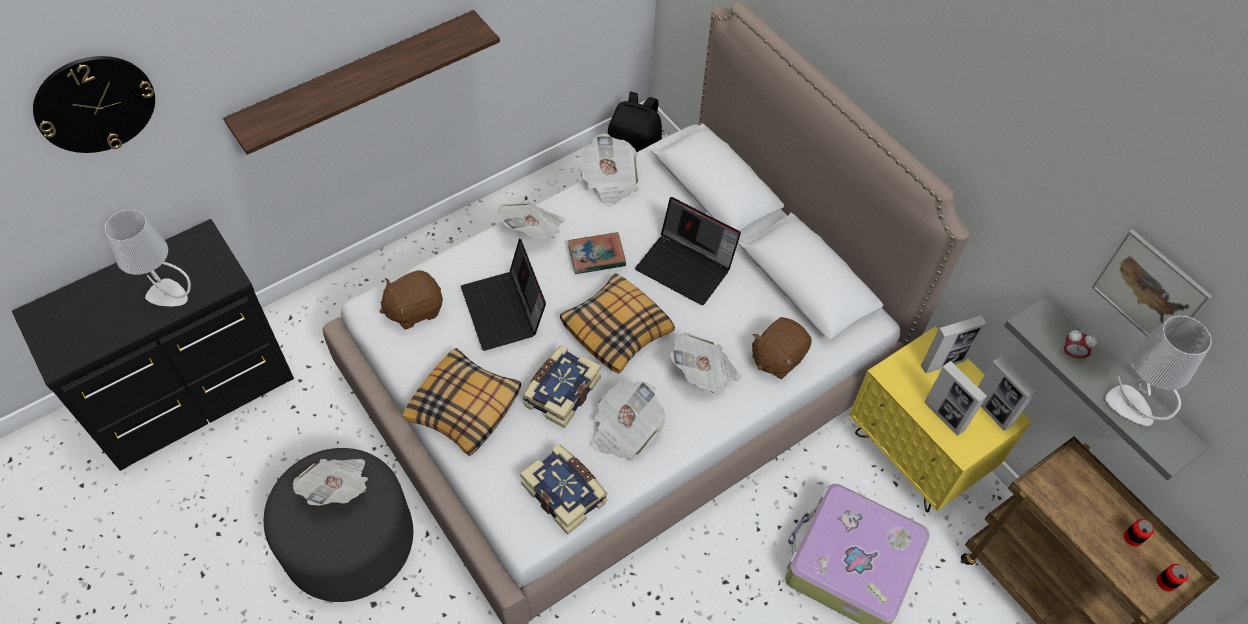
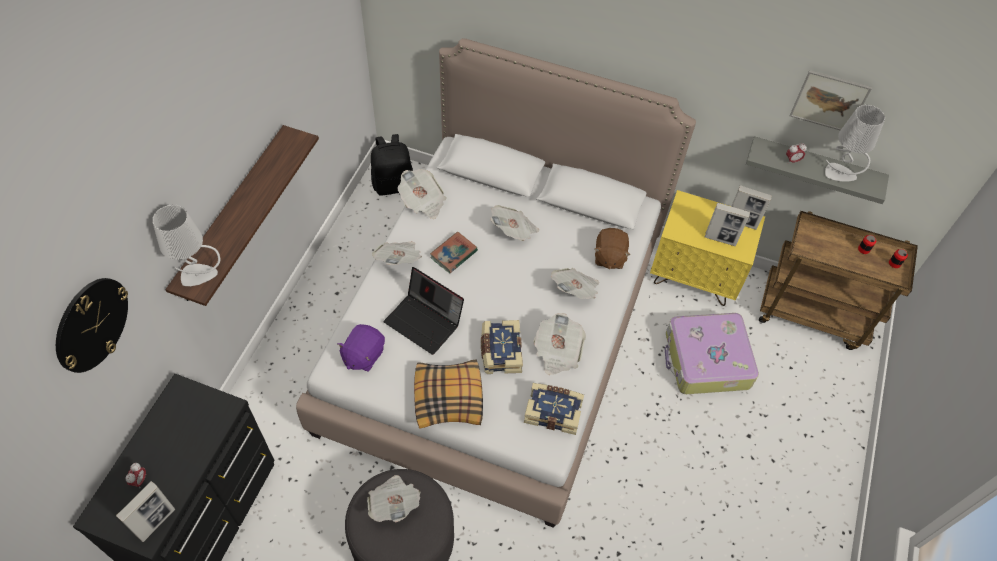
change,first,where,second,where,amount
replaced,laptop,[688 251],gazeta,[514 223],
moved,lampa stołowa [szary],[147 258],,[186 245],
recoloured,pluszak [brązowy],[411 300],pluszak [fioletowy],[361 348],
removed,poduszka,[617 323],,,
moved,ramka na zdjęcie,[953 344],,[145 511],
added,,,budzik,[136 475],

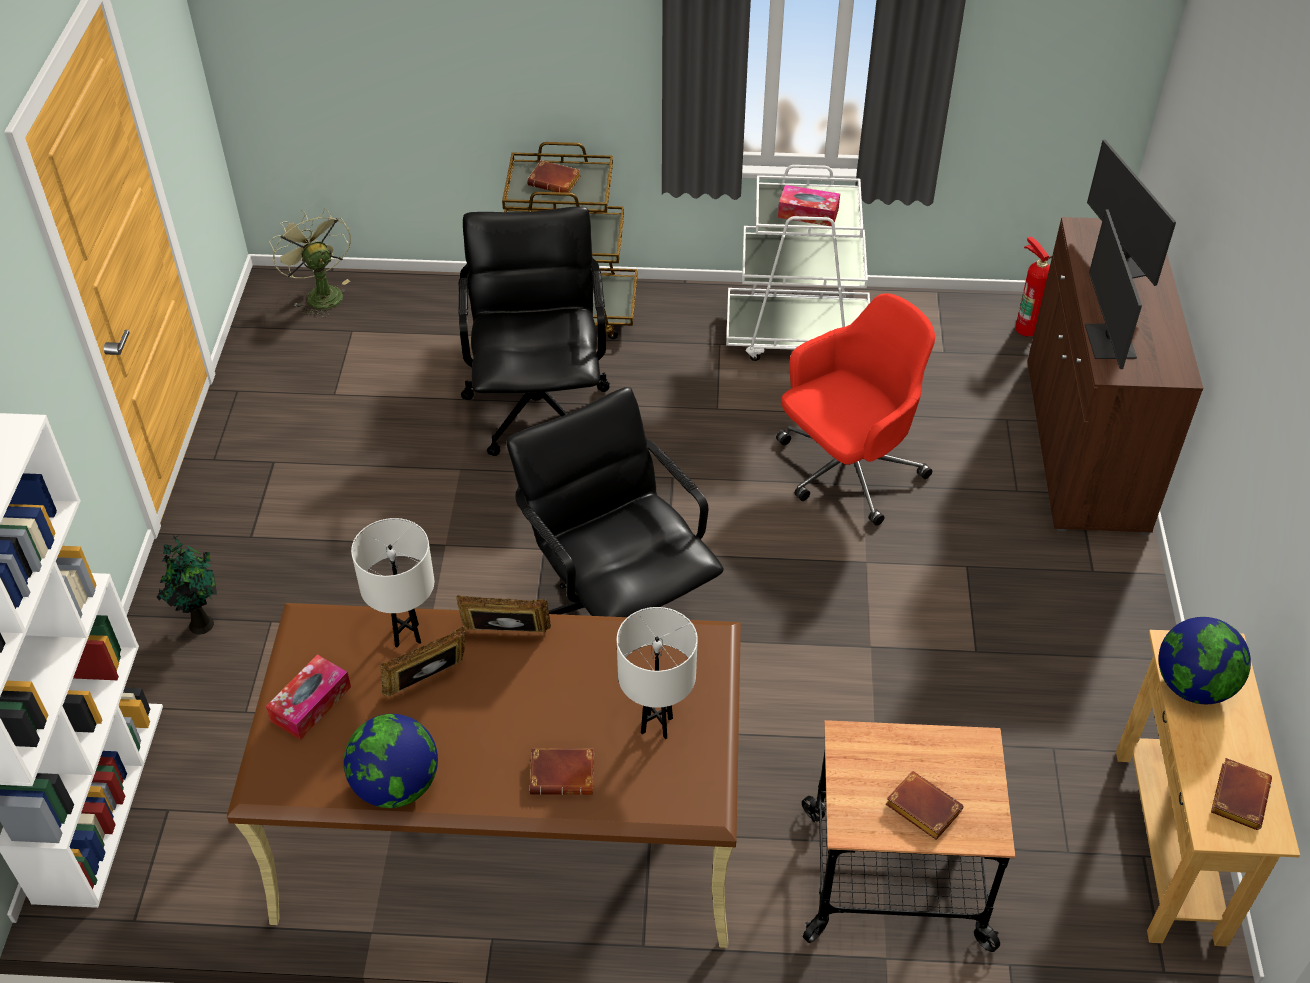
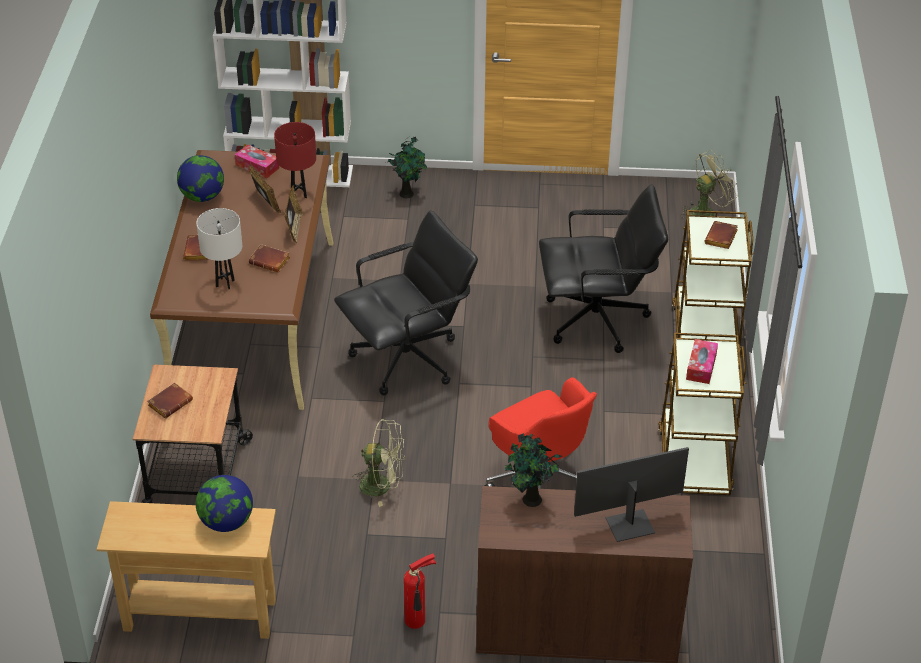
change,first,where,second,where,amount
recoloured,wózek [biały],[798 263],wózek [brązowy],[702 414],
replaced,monitor,[1113 289],roślina doniczkowa,[533 470],
moved,gaśnica,[1033 286],,[420 591],
recoloured,lampa stołowa [biały],[392 583],lampa stołowa [czerwony],[295 160],
moved,książka [brązowy],[1241 794],,[269 258],
added,,,wentylator [zielony],[378 463],

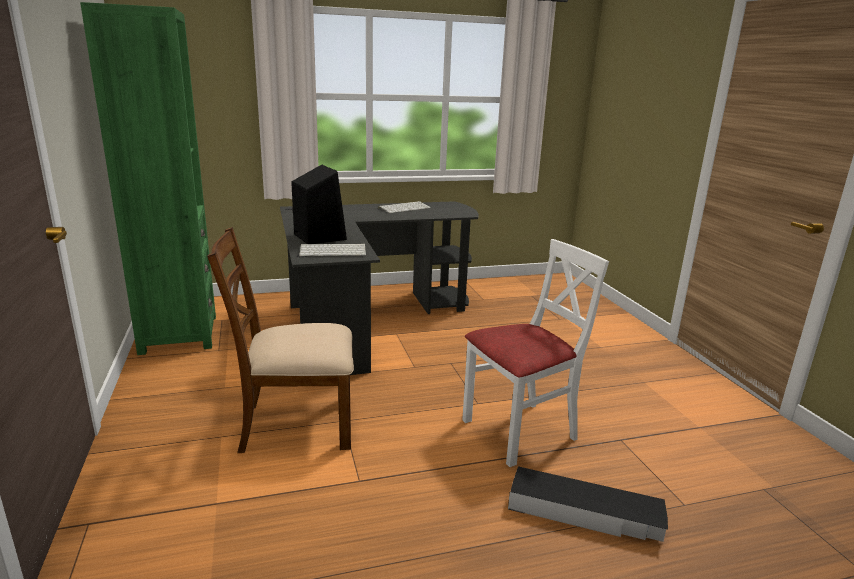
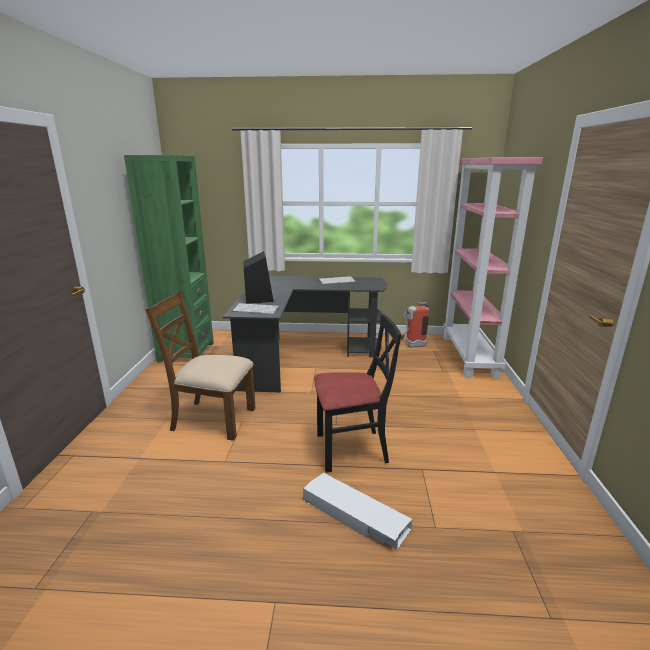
change,first,where,second,where,amount
recoloured,krzesło [biały],[535 353],krzesło [czarny],[357 393],
recoloured,pojemnik do przechowywania [czarny],[588 504],pojemnik do przechowywania [biały],[357 511],
added,,,regał [różowy],[493 267],
added,,,gaśnica,[415 325],

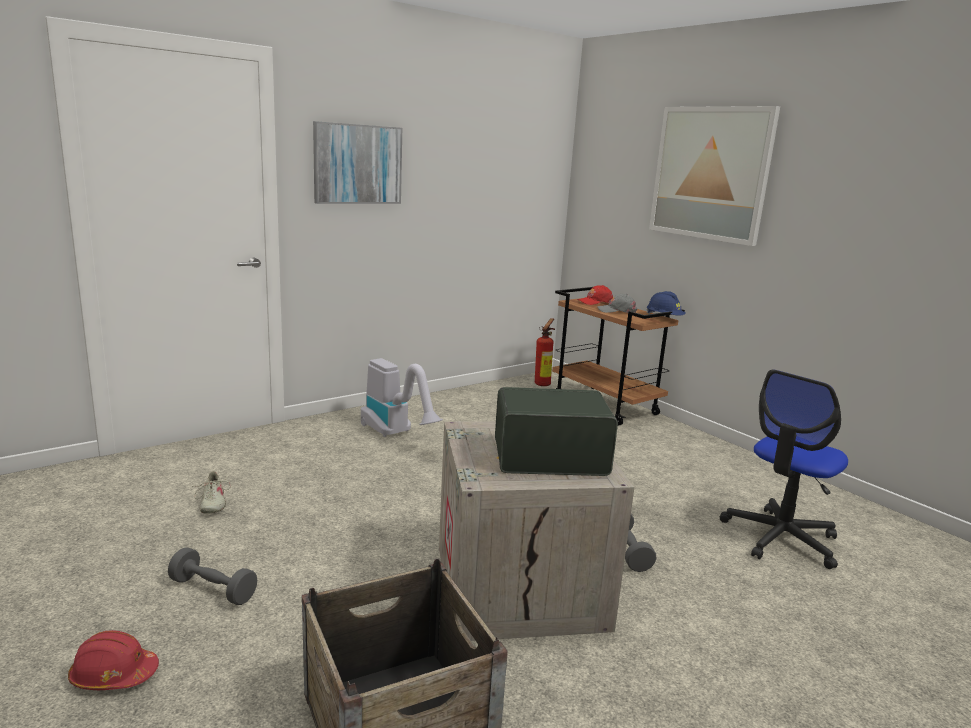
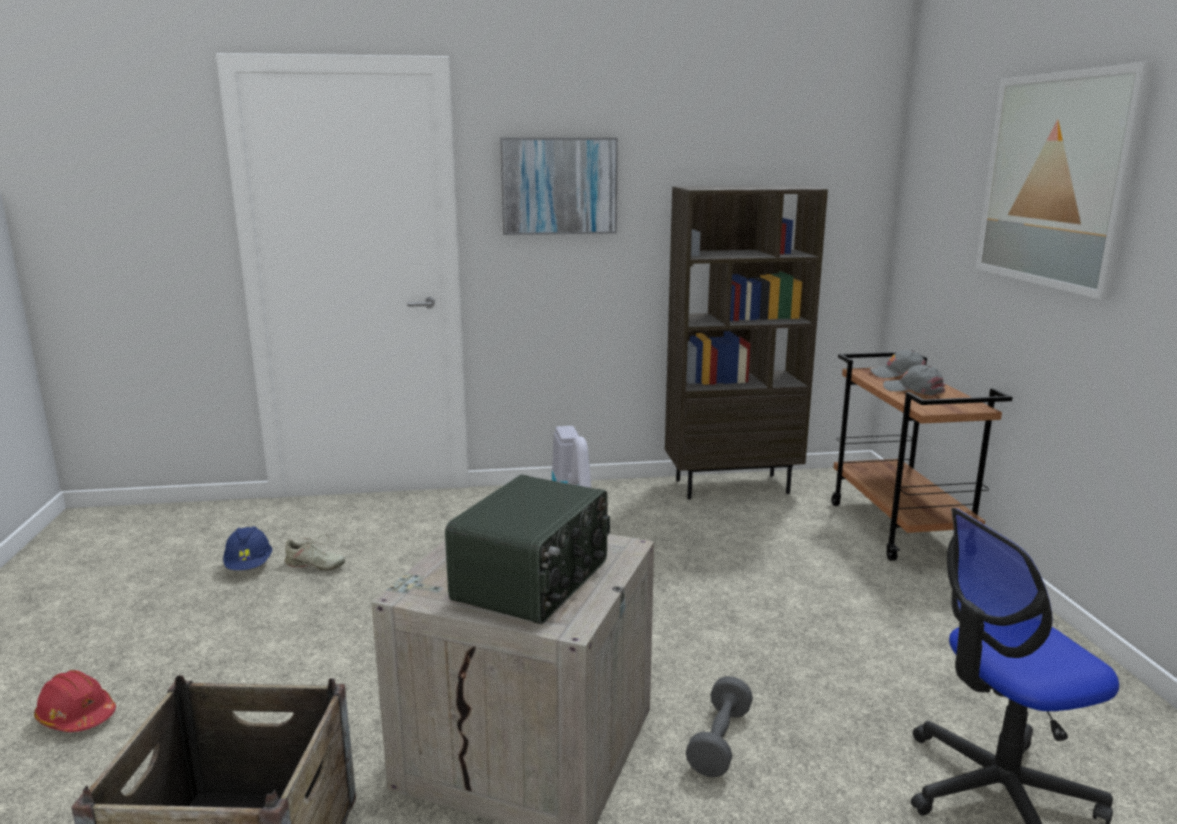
change,first,where,second,where,amount
recoloured,czapka z daszkiem [czerwony],[595 295],czapka z daszkiem [szary],[898 364],
moved,kask [niebieski],[666 303],,[247 548],
removed,gaśnica,[545 352],,,
turned,radio,[556 431],,[527 549],90 degrees clockwise
turned,but [beżowy],[211 492],,[315 552],90 degrees counterclockwise
removed,hantel [szary],[212 576],,,
added,,,regał [brązowy],[746 343],

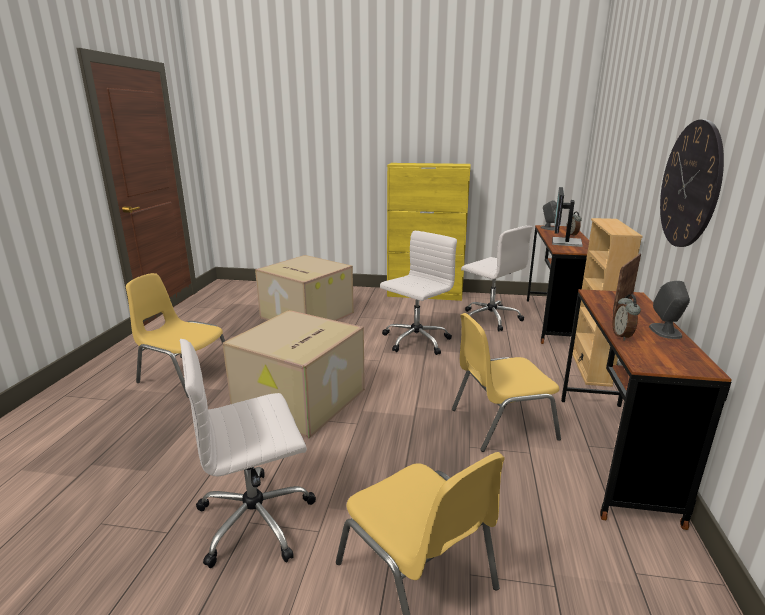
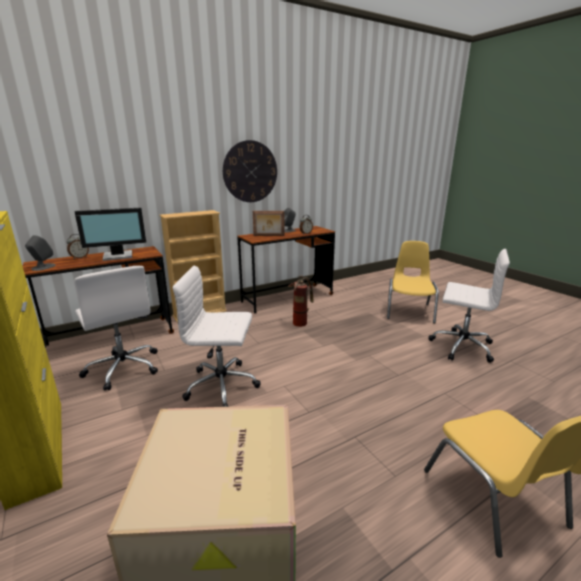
change,first,where,second,where,amount
turned,krzesło biurowe [biały],[496 278],,[116 328],135 degrees clockwise
removed,karton,[293 374],,,
replaced,krzesło [żółty],[506 382],gaśnica,[301 301],

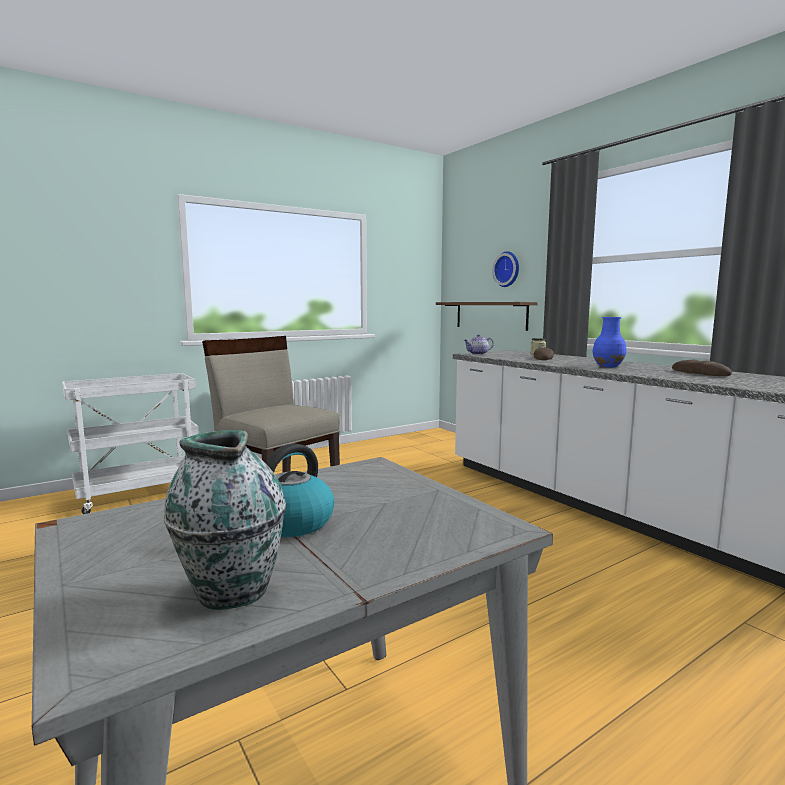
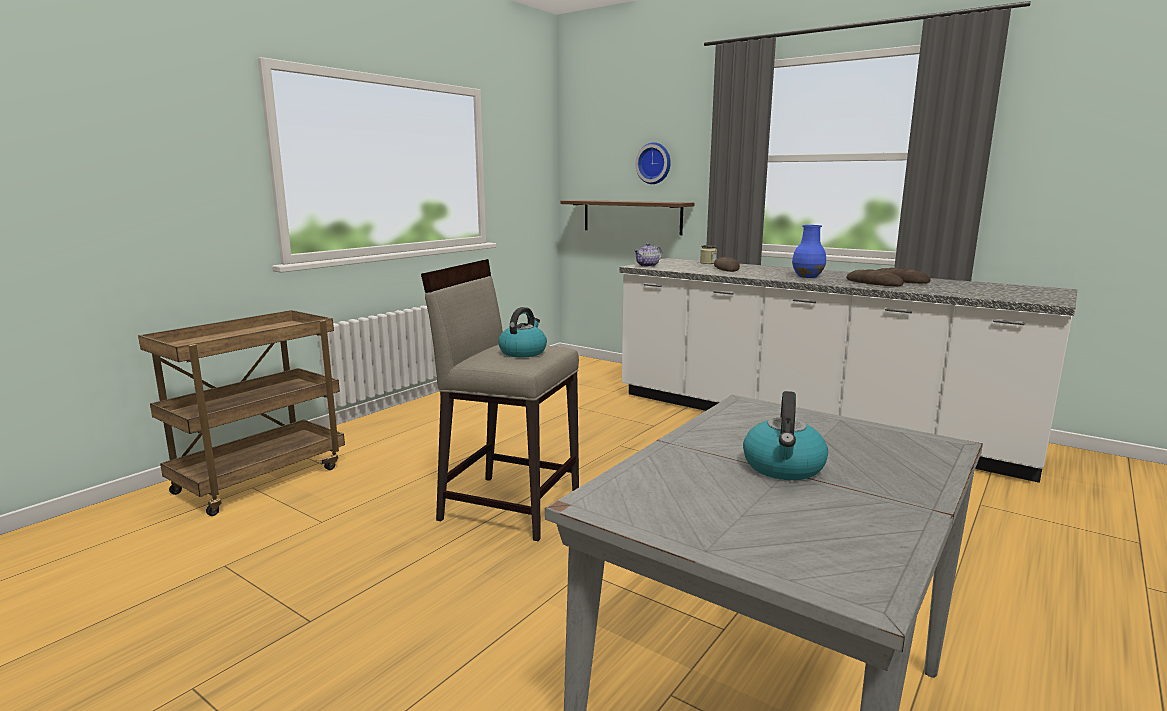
change,first,where,second,where,amount
recoloured,wózek [biały],[130 443],wózek [brązowy],[241 413],
removed,wazon,[225 520],,,
added,,,chleb,[875 277],
added,,,czajnik,[522 332],

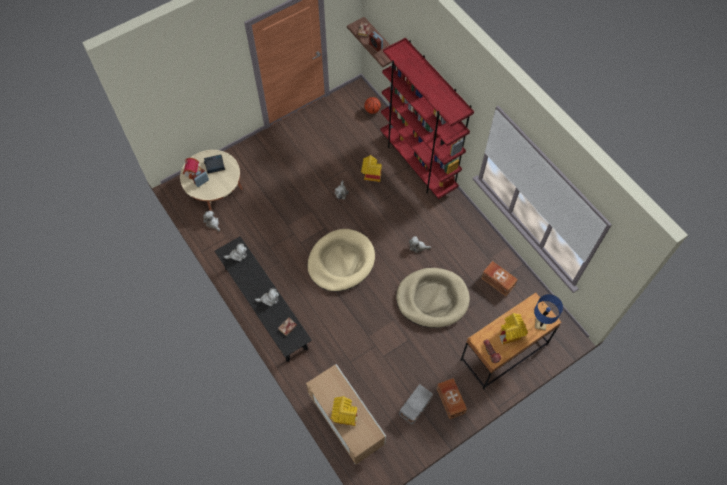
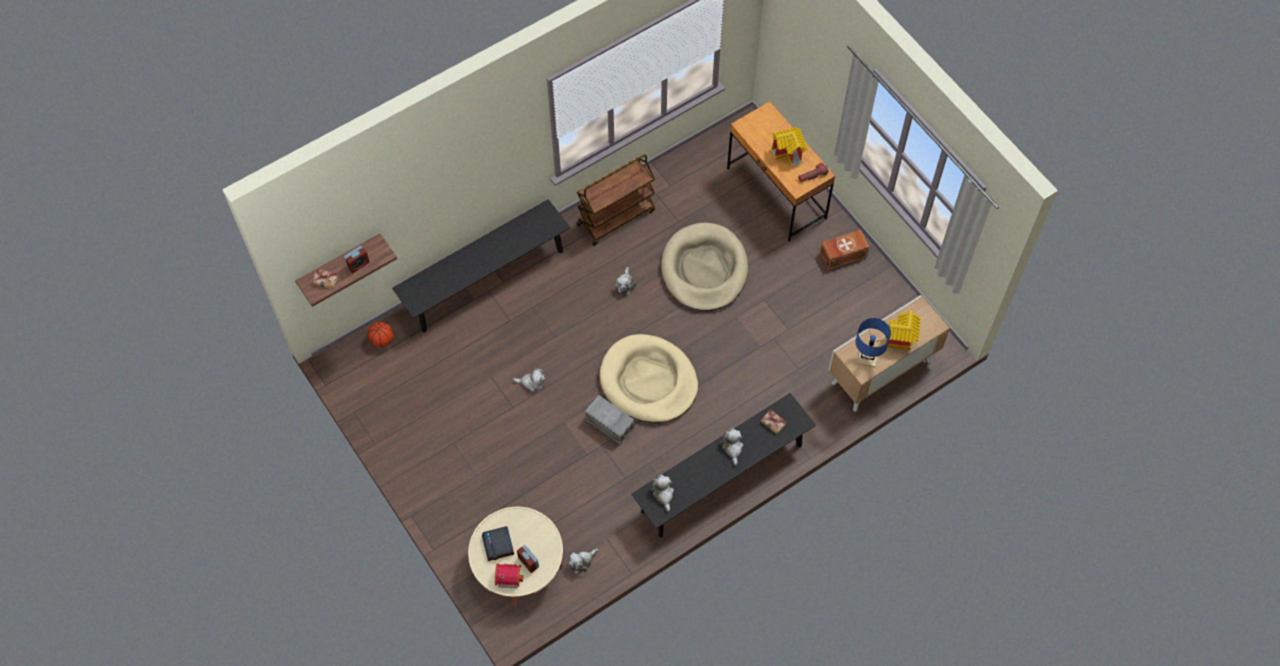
change,first,where,second,where,amount
replaced,regał [czerwony],[427 118],ławka [czarny],[481 265],
removed,domek,[371 168],,,
removed,pojemnik do przechowywania [brązowy],[499 278],,,
moved,lampa stołowa [niebieski],[548 312],,[873 342],
moved,pojemnik do przechowywania [szary],[416 404],,[609 420],
added,,,wózek [brązowy],[616 200],

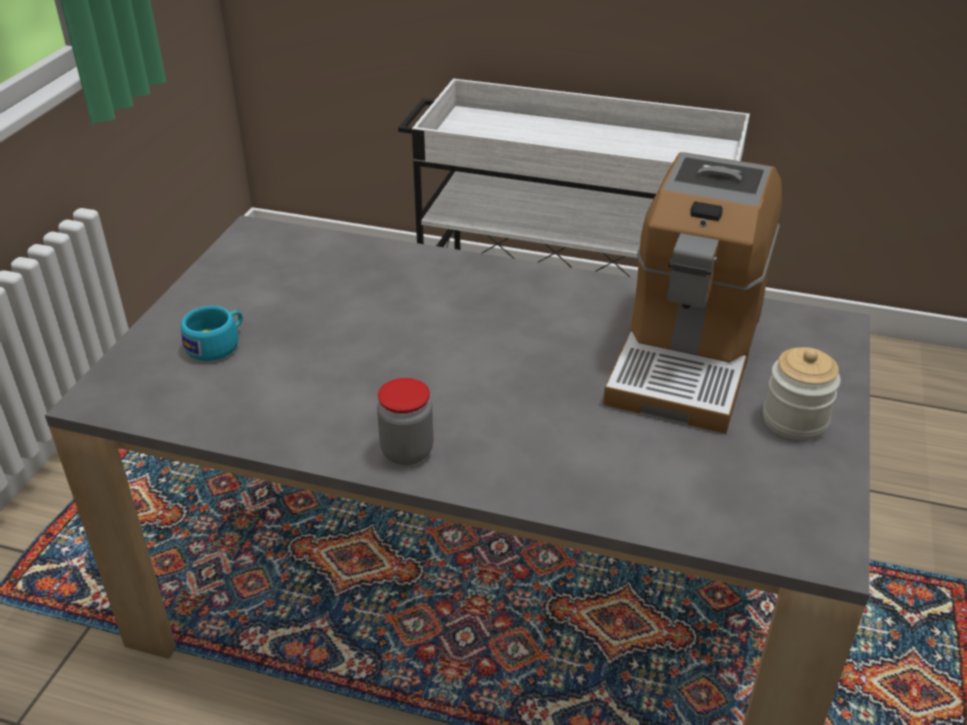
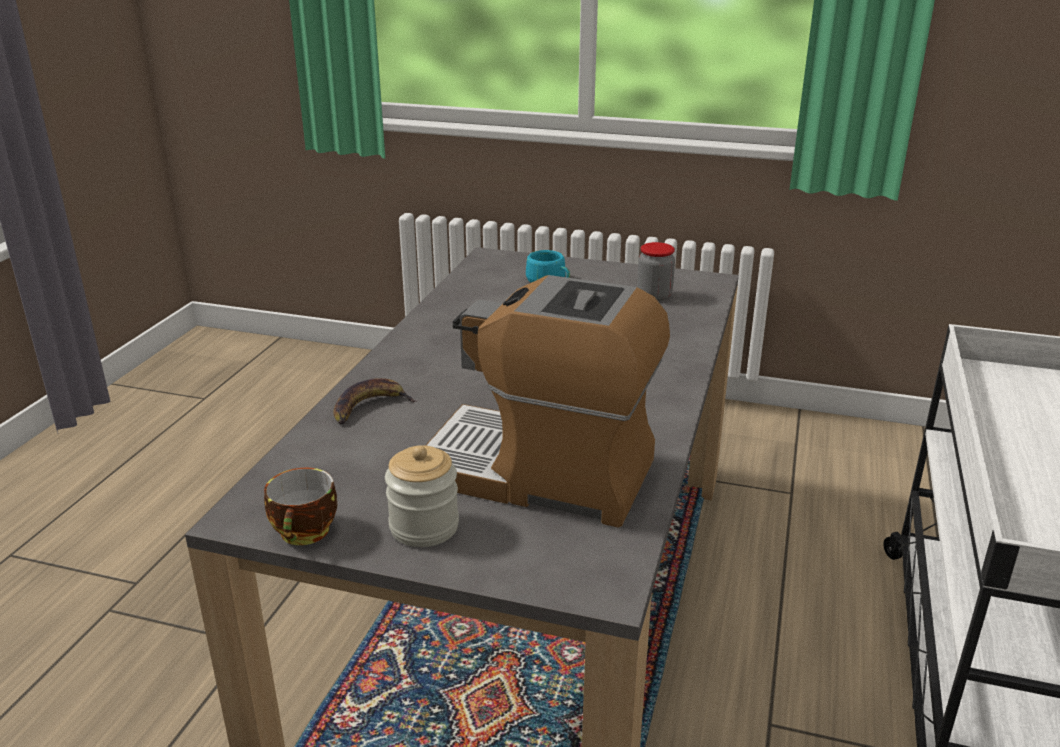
change,first,where,second,where,amount
moved,słoik,[405 421],,[656 271],
added,,,banan,[374 401],
added,,,filiżanka,[300 506],

